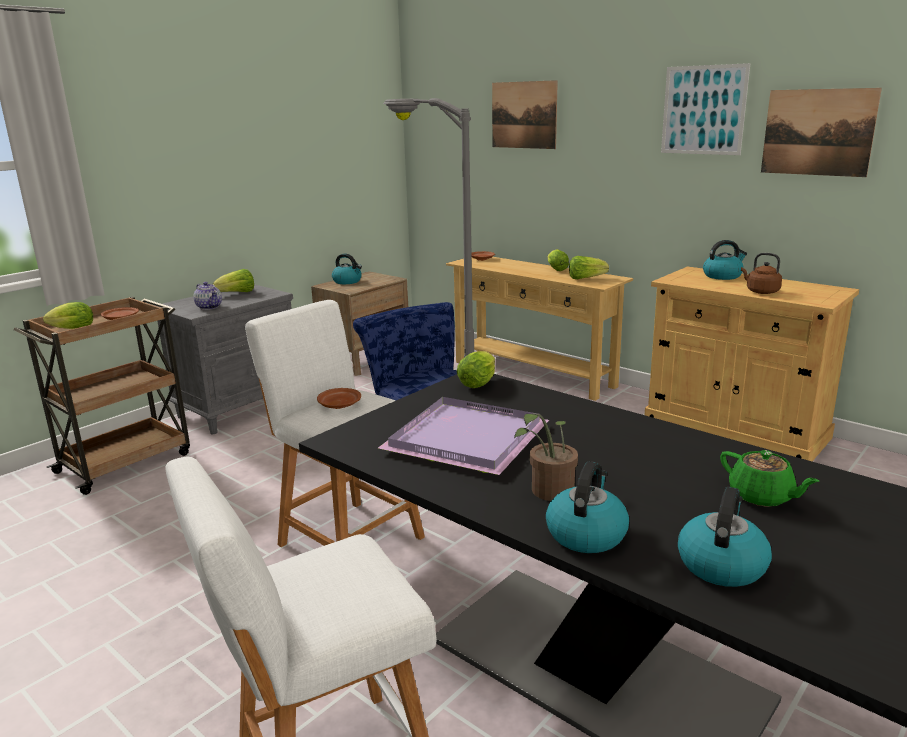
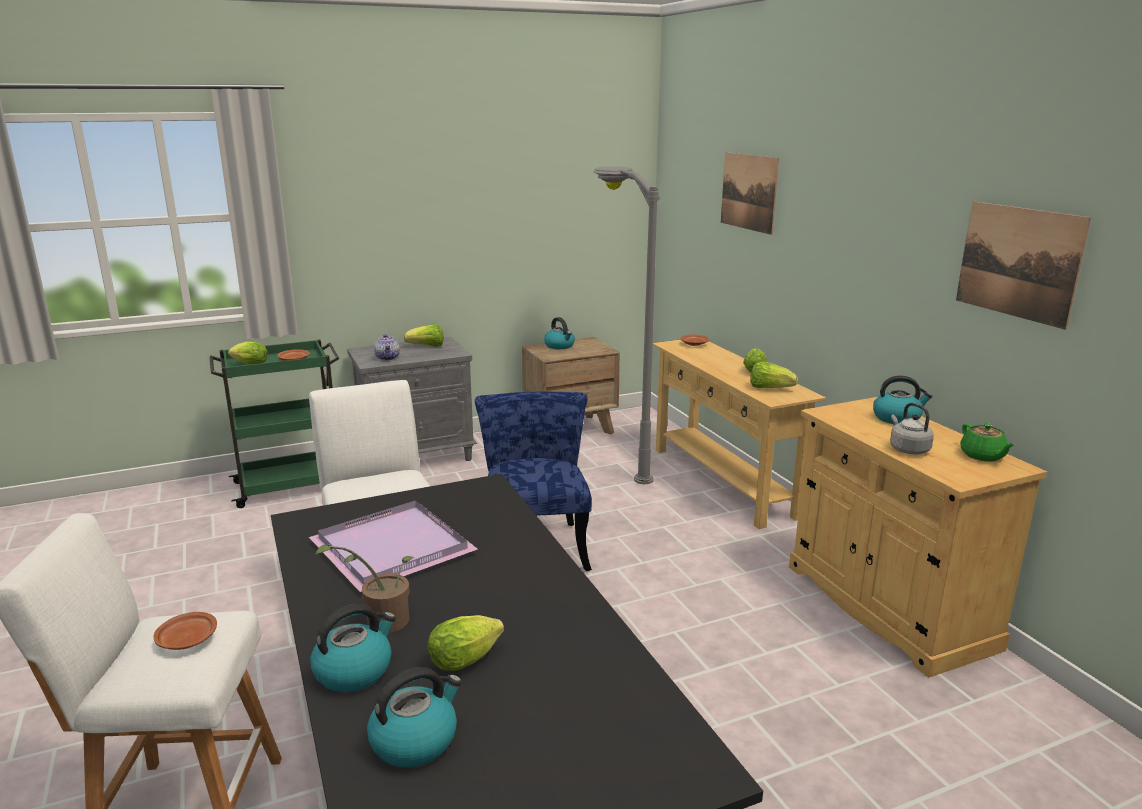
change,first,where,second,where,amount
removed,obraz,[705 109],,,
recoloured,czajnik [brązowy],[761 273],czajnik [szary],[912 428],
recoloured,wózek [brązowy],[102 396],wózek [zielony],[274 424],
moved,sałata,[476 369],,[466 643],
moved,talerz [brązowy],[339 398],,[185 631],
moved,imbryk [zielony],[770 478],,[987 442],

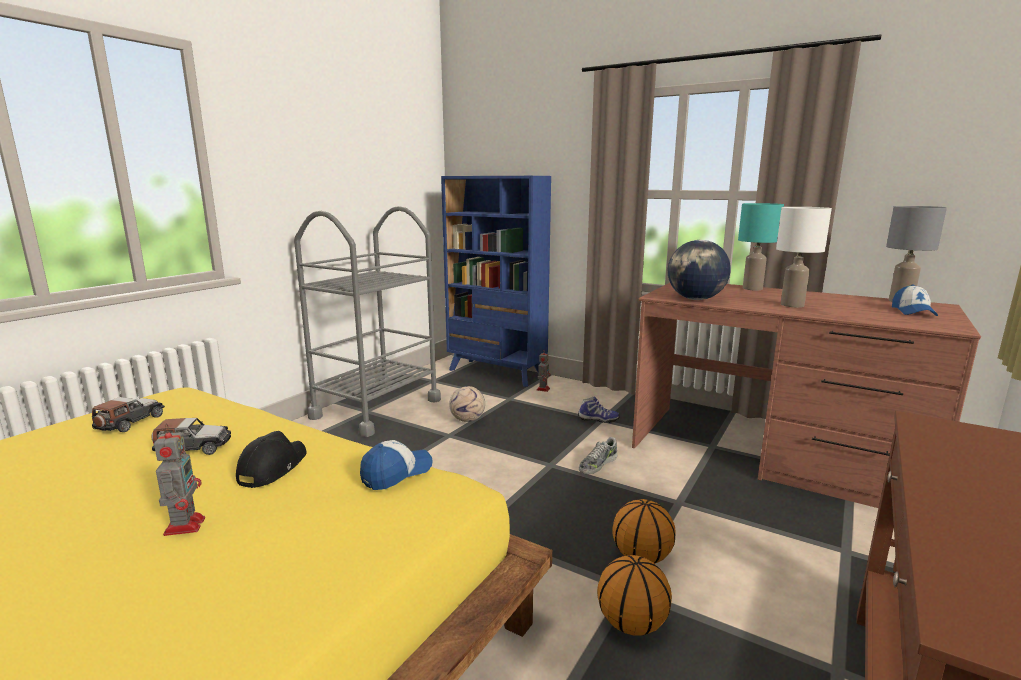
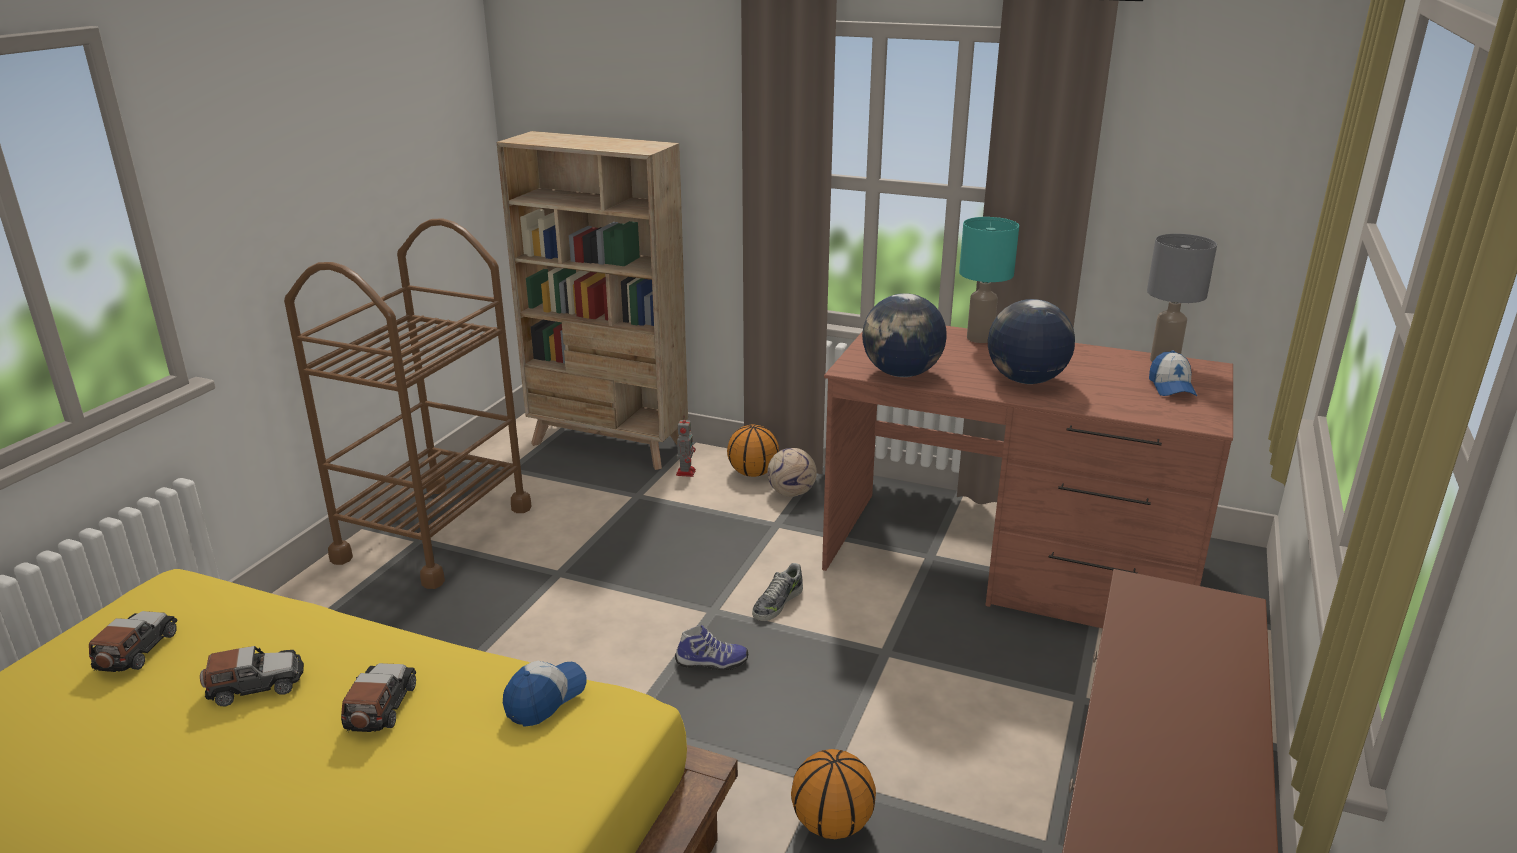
change,first,where,second,where,amount
recoloured,regał [niebieski],[496 281],regał [beżowy],[592 300],
recoloured,wózek [szary],[367 321],wózek [brązowy],[408 403],
replaced,lampa stołowa [biały],[804 257],globus,[1031 341],
moved,piłka futbolowa,[467 404],,[792 472],
moved,but,[599 409],,[711 647],
removed,robot zabawkowy,[179 479],,,
replaced,czapka z daszkiem [czarny],[271 459],samochodzik,[378 697],
moved,piłka do koszykówki,[643 531],,[753 450],

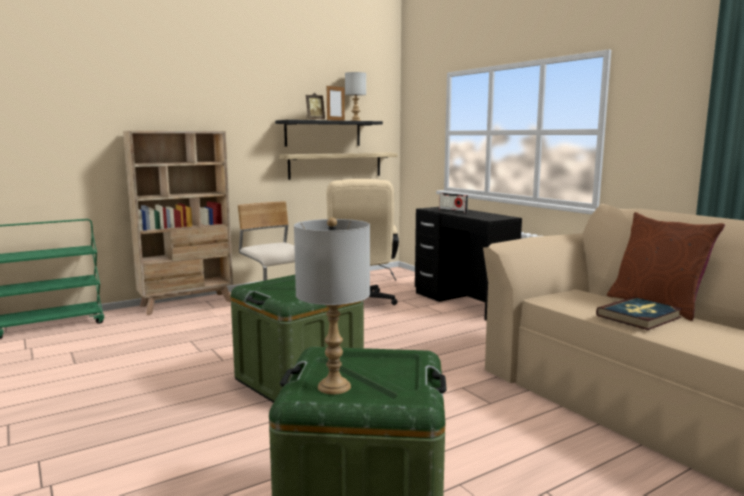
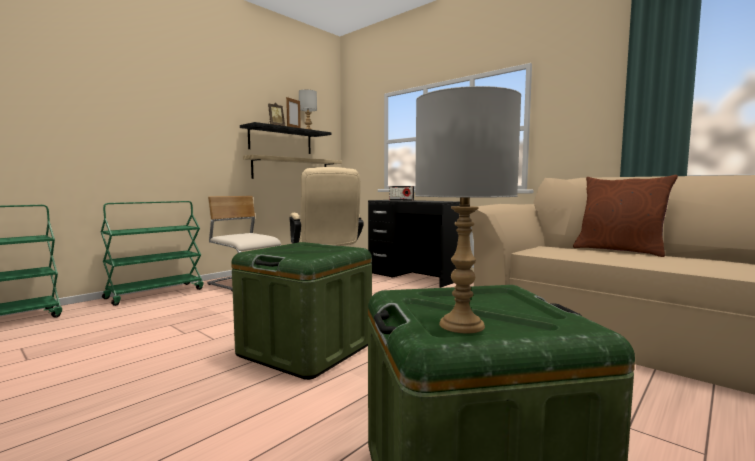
change,first,where,second,where,amount
replaced,regał [beżowy],[178 223],wózek [zielony],[152 253],
removed,książka,[639 313],,,

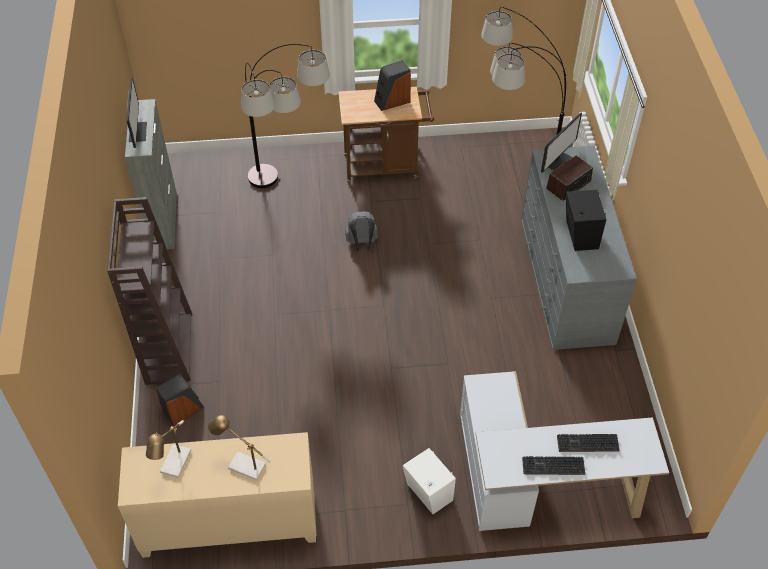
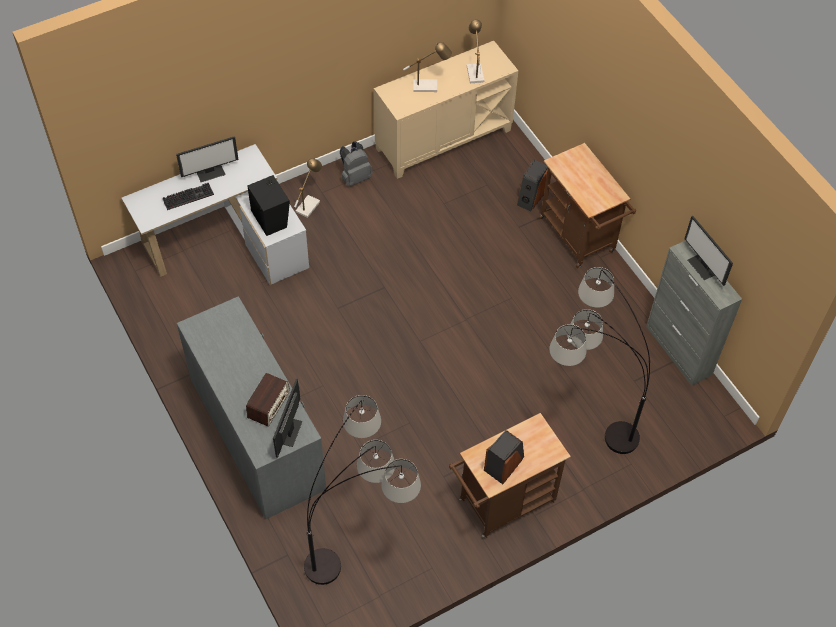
change,first,where,second,where,amount
moved,głośnik [czarny],[585 220],,[268 205],
replaced,regał [brązowy],[149 291],wózek [brązowy],[587 205],
moved,plecak [szary],[361 231],,[356 163],
replaced,głośnik [biały],[429 481],lampa stołowa,[308 188],
replaced,klawiatura,[553 465],monitor,[207 159],

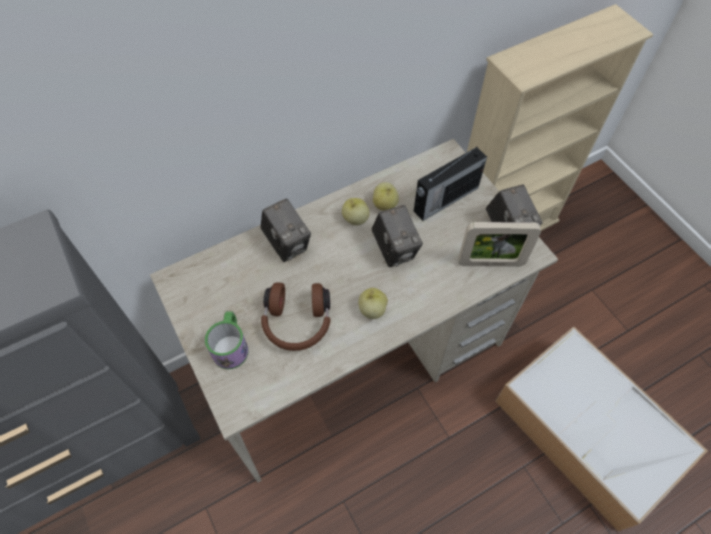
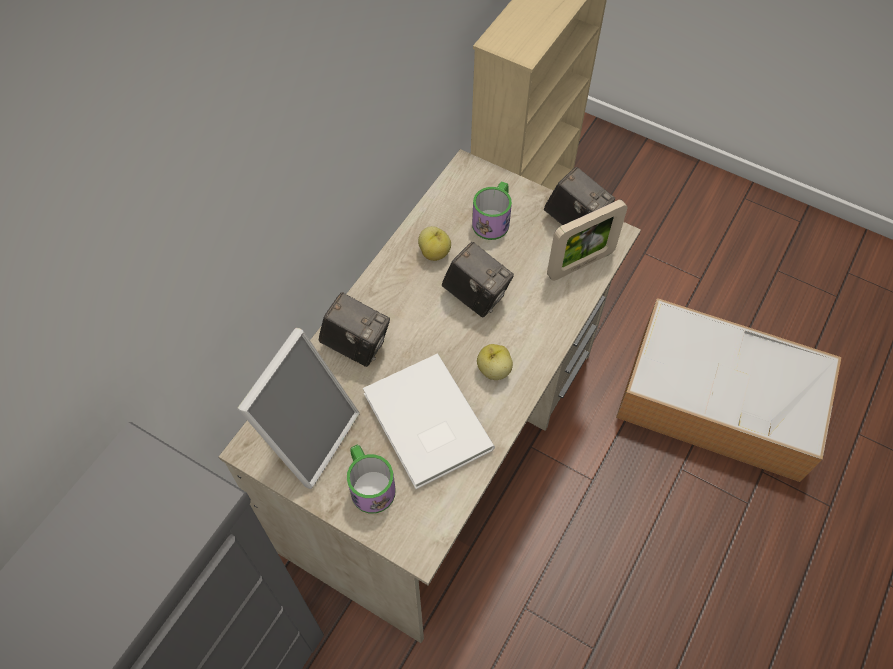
change,first,where,second,where,amount
replaced,radio,[450 184],kubek,[492 210],
removed,jabłko,[356 211],,,
replaced,słuchawki [brązowy],[296 316],książka [biały],[429 421],
added,,,ramka na zdjęcie,[299 408],

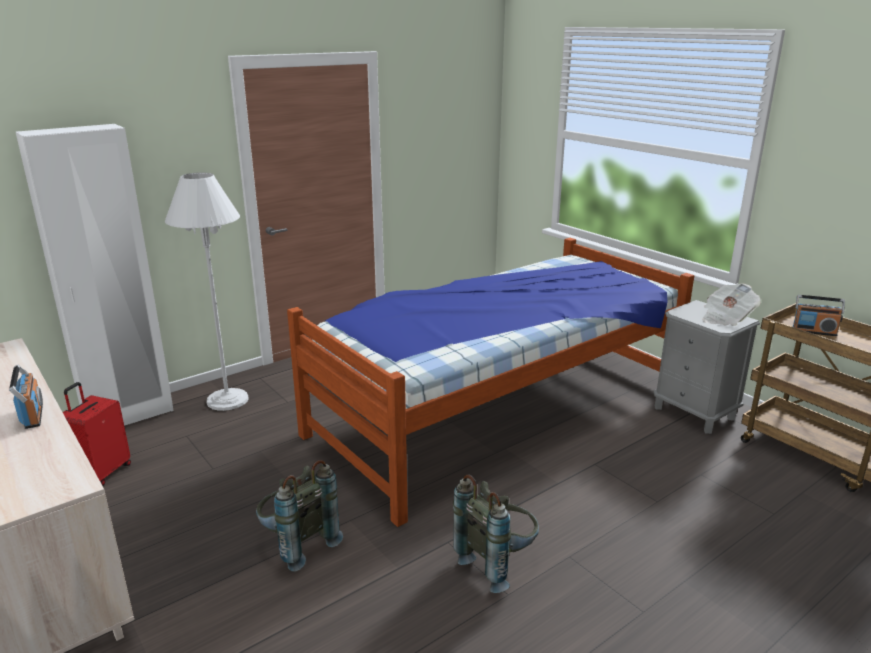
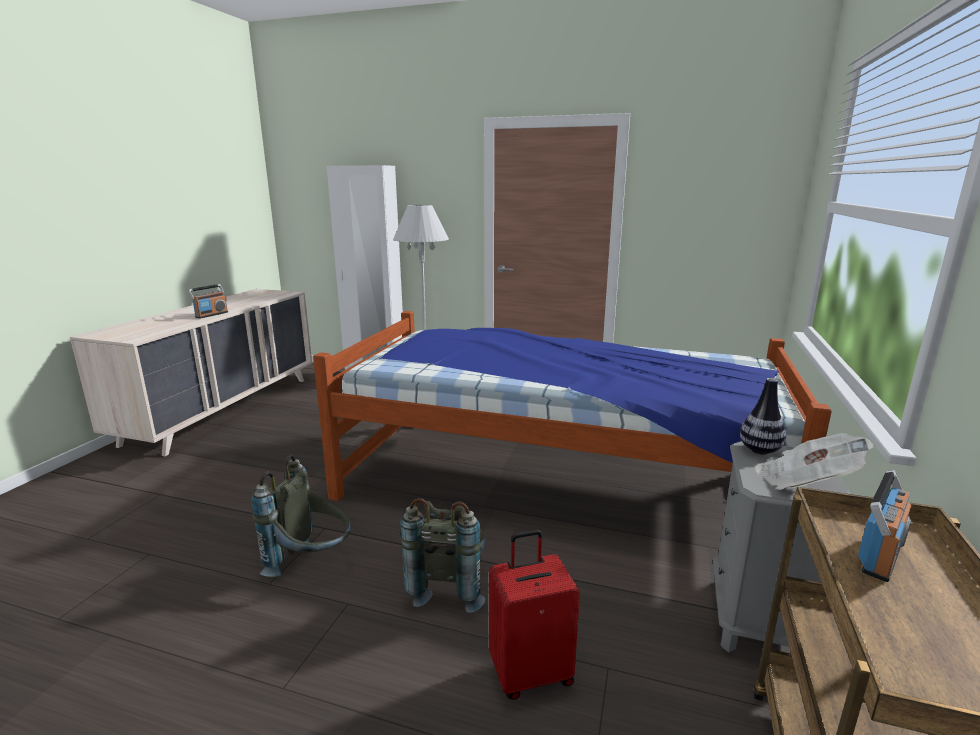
change,first,where,second,where,amount
turned,radio,[818 315],,[884 526],120 degrees counterclockwise
moved,walizka [czerwony],[97 434],,[534 614],
moved,plecak [szary],[299 516],,[443 555],
added,,,wazon,[763 416],

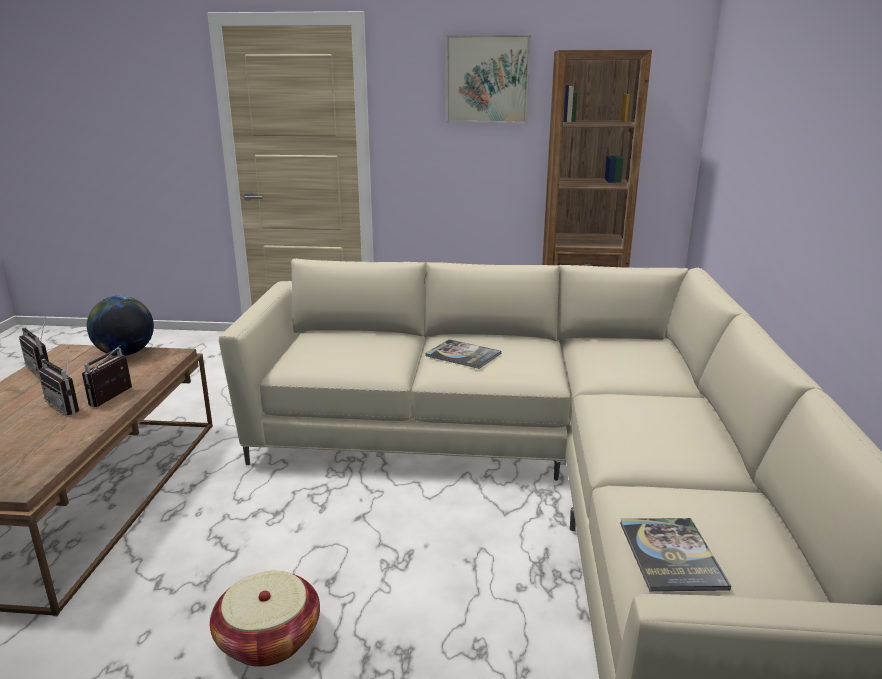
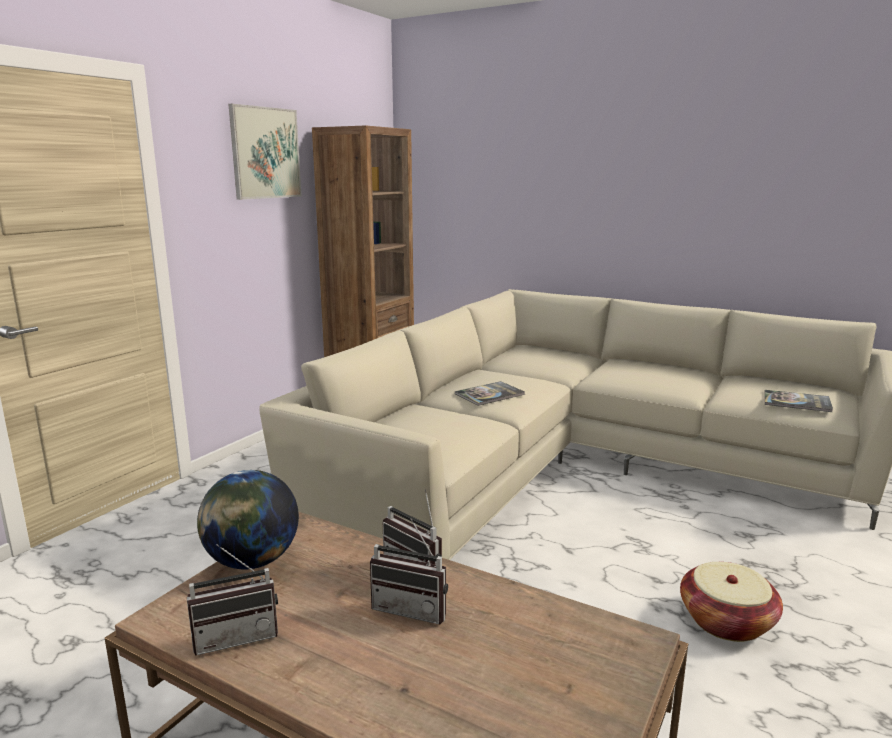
change,first,where,second,where,amount
turned,radio,[58 380],,[409 571],45 degrees clockwise

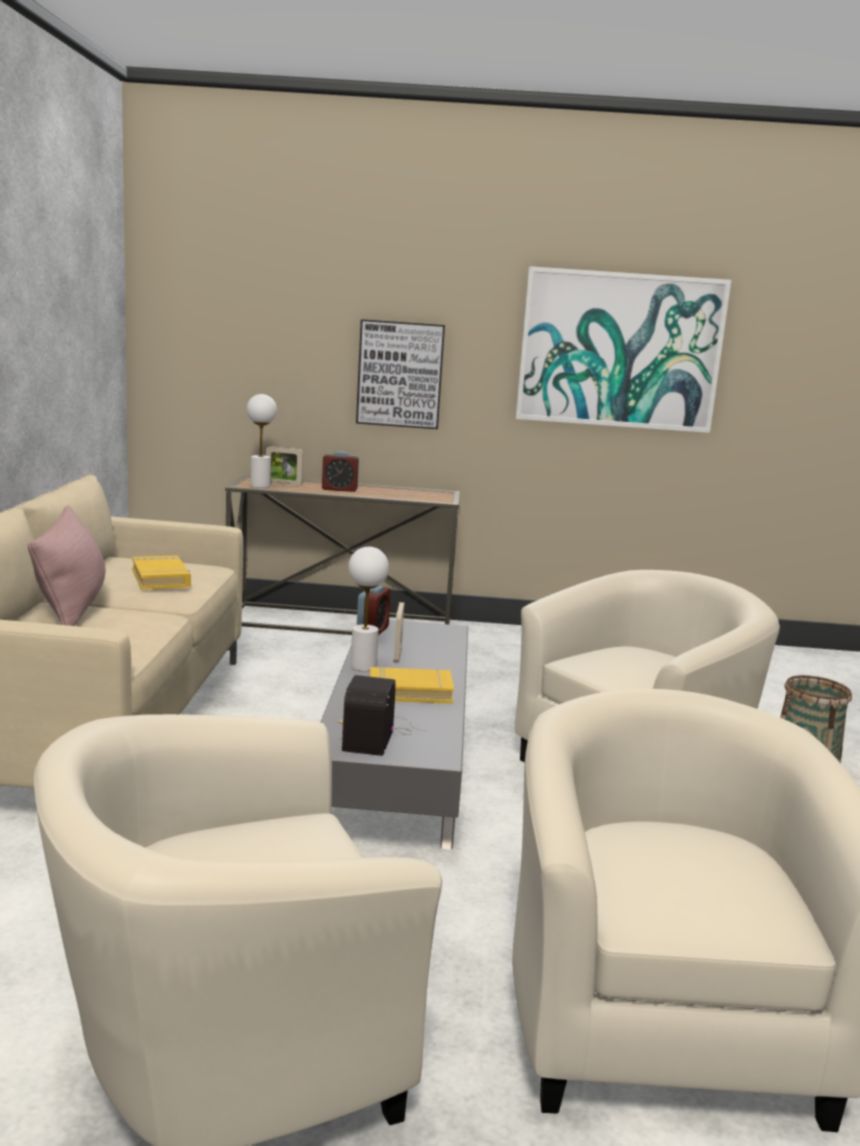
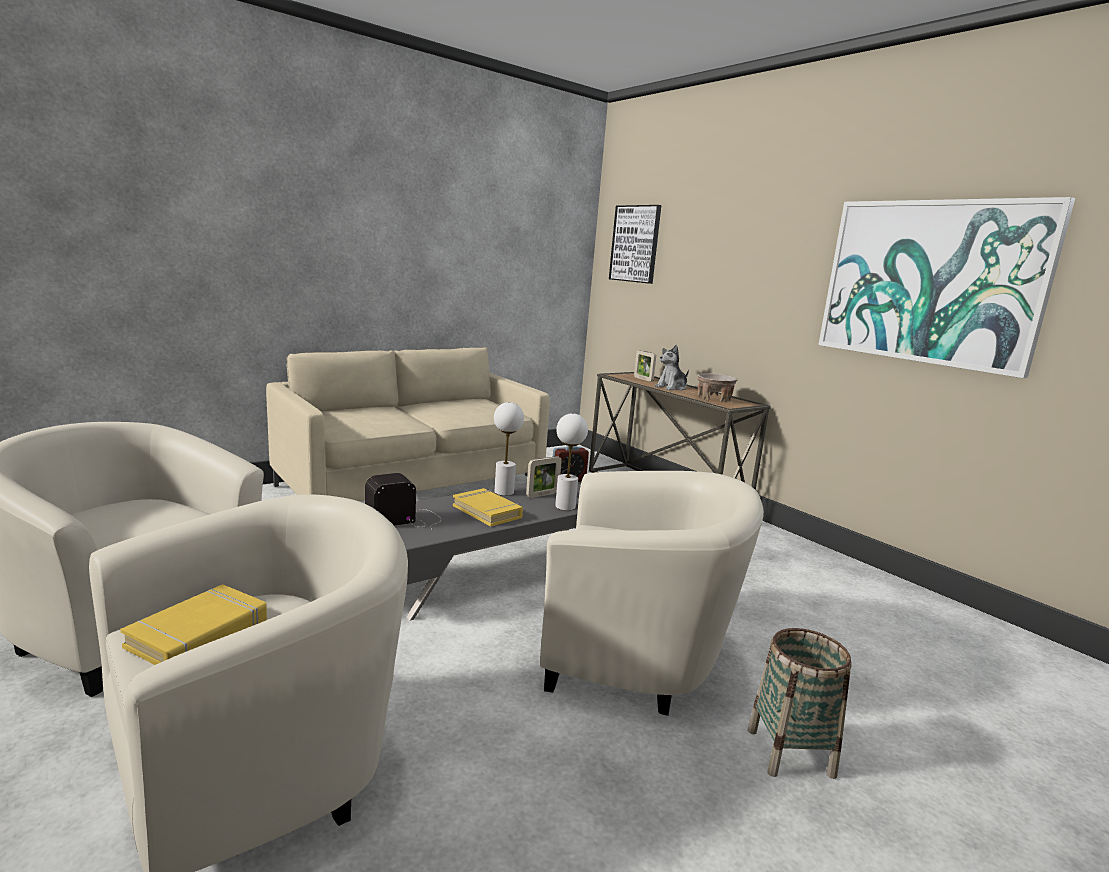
change,first,where,second,where,amount
moved,obraz,[400 374],,[635 244],
moved,lampa stołowa [biały],[262 441],,[571 462],
replaced,budzik,[340 471],pluszak,[672 367],
removed,poduszka [różowy],[66 565],,,
moved,książka [żółty],[161 572],,[193 624],
added,,,miska [beżowy],[717 387],

